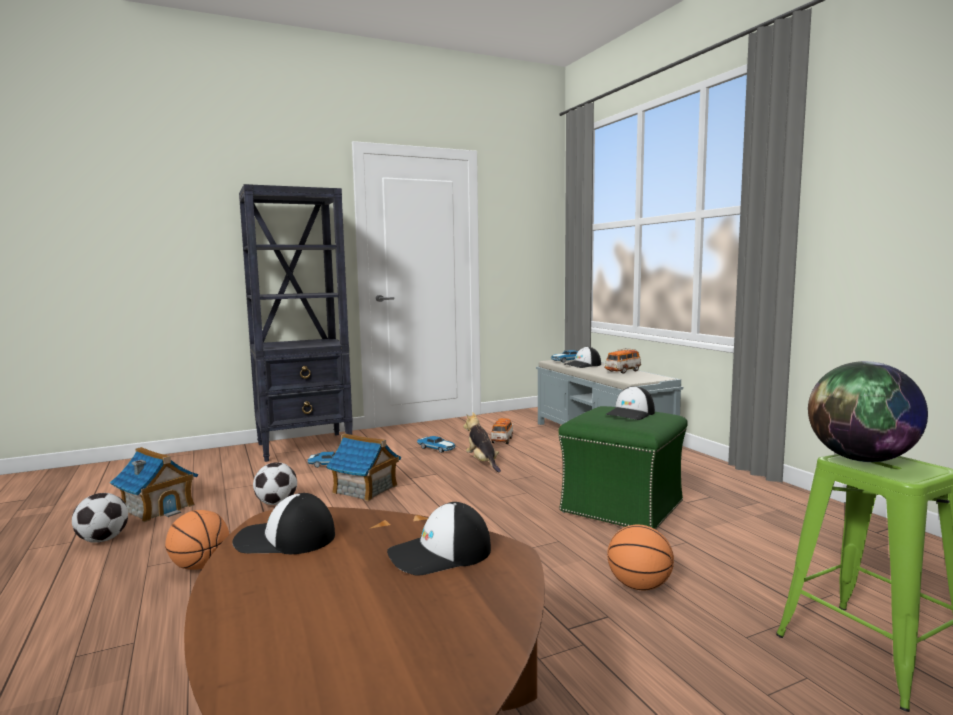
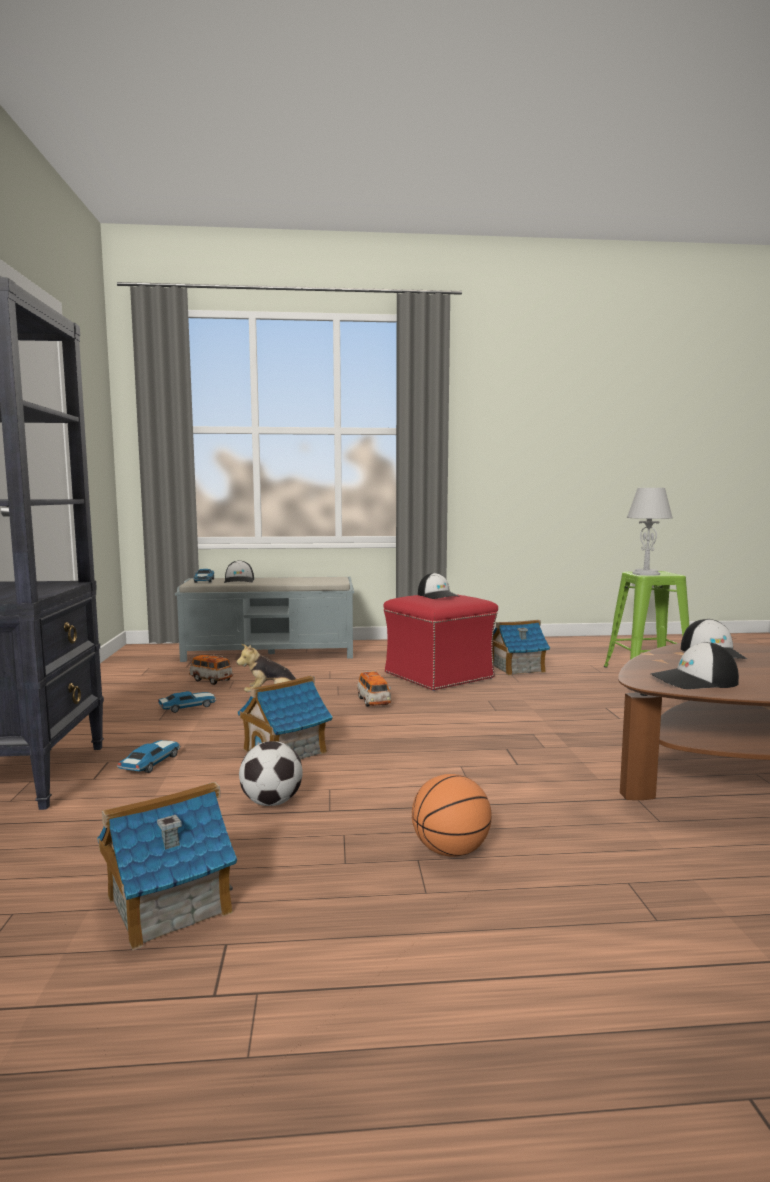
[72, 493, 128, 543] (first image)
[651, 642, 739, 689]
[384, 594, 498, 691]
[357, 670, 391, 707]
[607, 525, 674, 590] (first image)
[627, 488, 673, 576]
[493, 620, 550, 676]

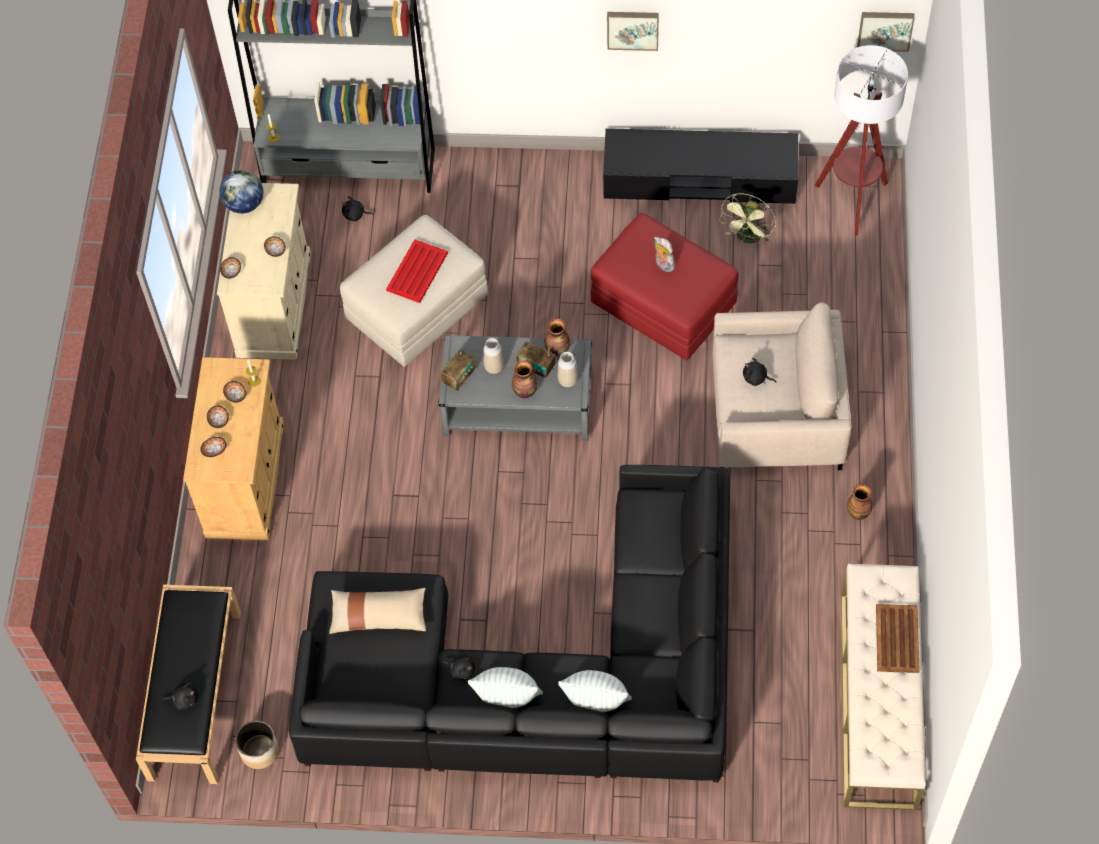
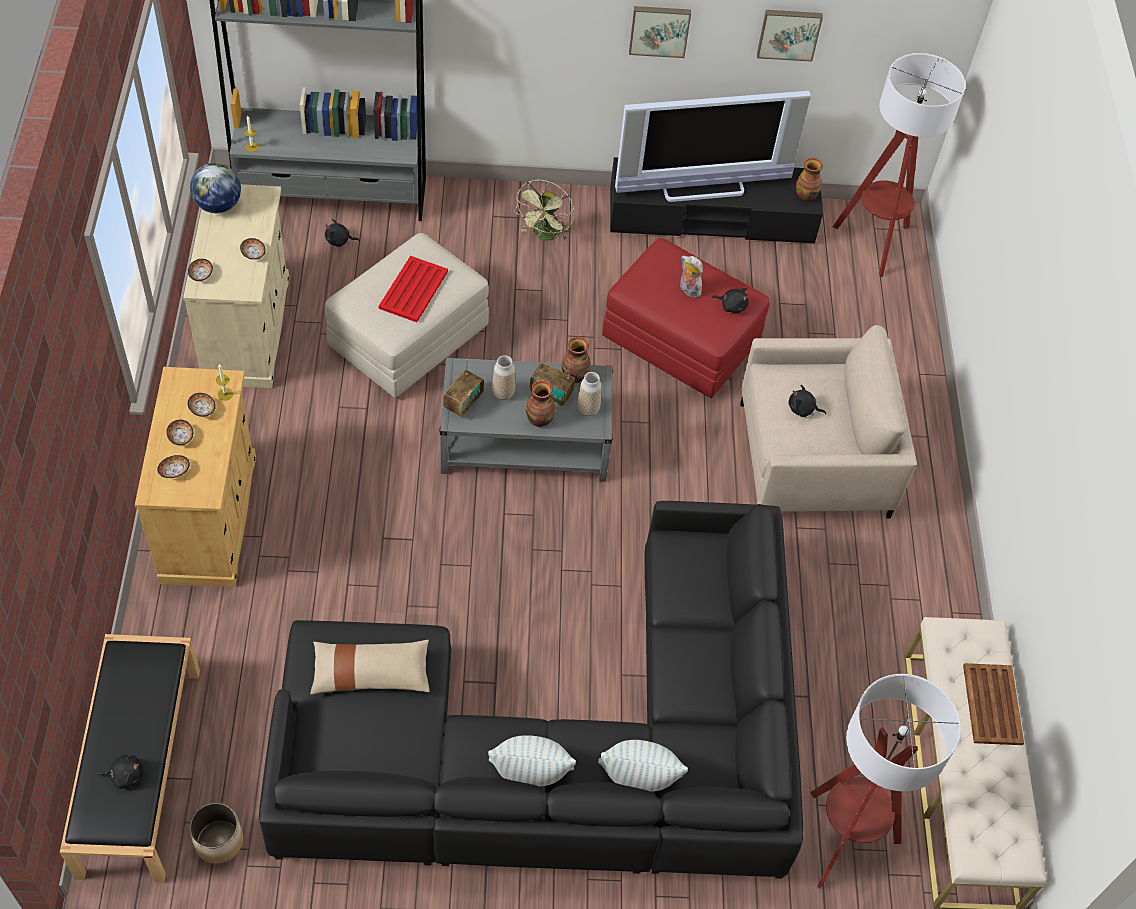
[712, 288, 749, 313]
[514, 180, 575, 241]
[796, 158, 823, 201]
[757, 10, 823, 62]
[615, 91, 811, 202]
[810, 674, 961, 888]

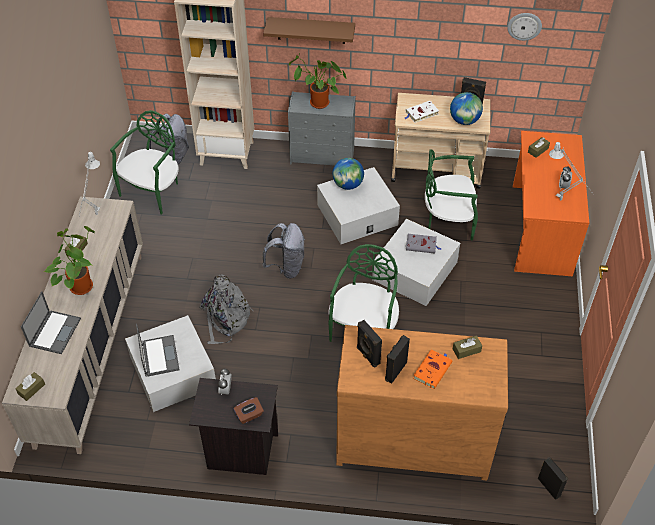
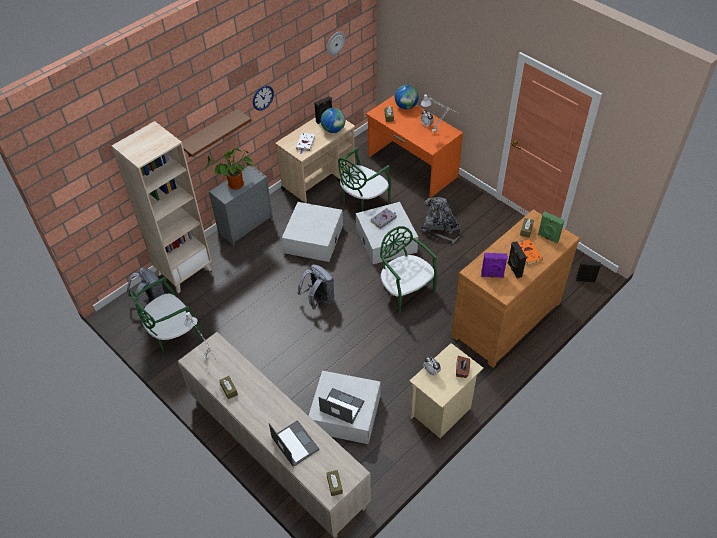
[44, 226, 95, 295] (first image)
[129, 277, 202, 353]
[409, 343, 484, 438]
[420, 197, 462, 243]
[395, 85, 419, 109]
[481, 253, 508, 278]
[253, 86, 274, 111]
[538, 212, 564, 243]

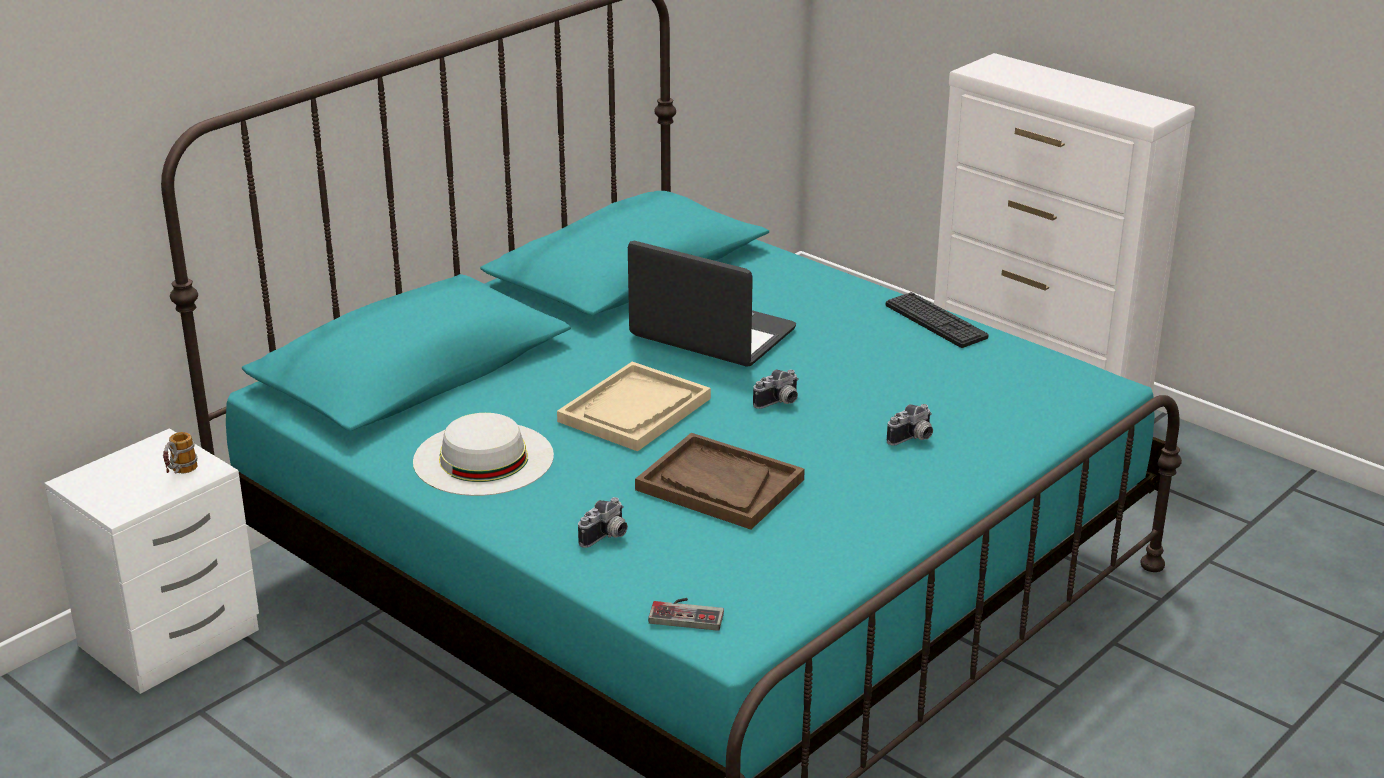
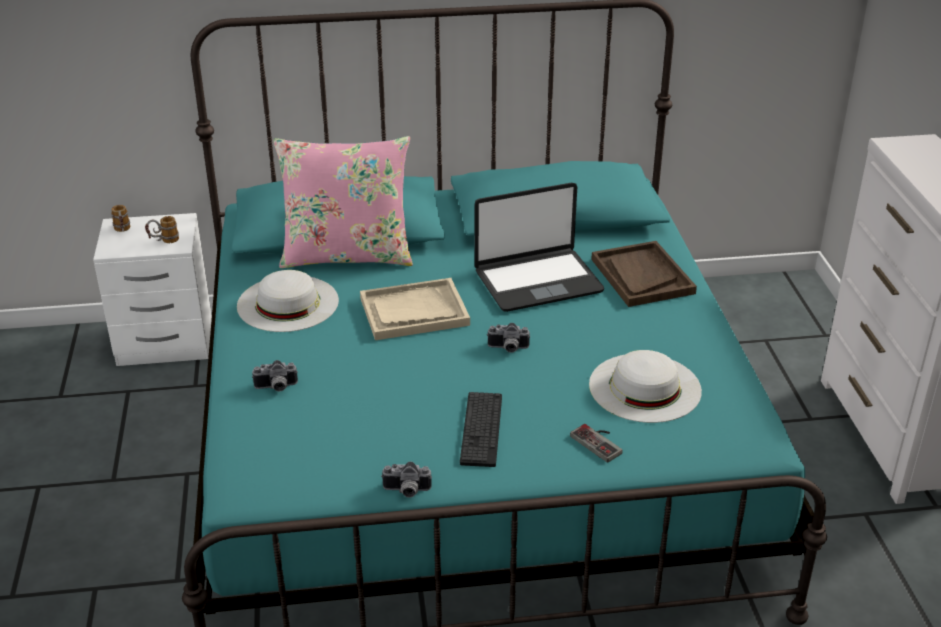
[475, 183, 604, 312]
[591, 241, 697, 307]
[570, 424, 623, 463]
[460, 392, 502, 467]
[381, 462, 432, 498]
[111, 205, 131, 232]
[274, 136, 413, 268]
[589, 350, 702, 423]

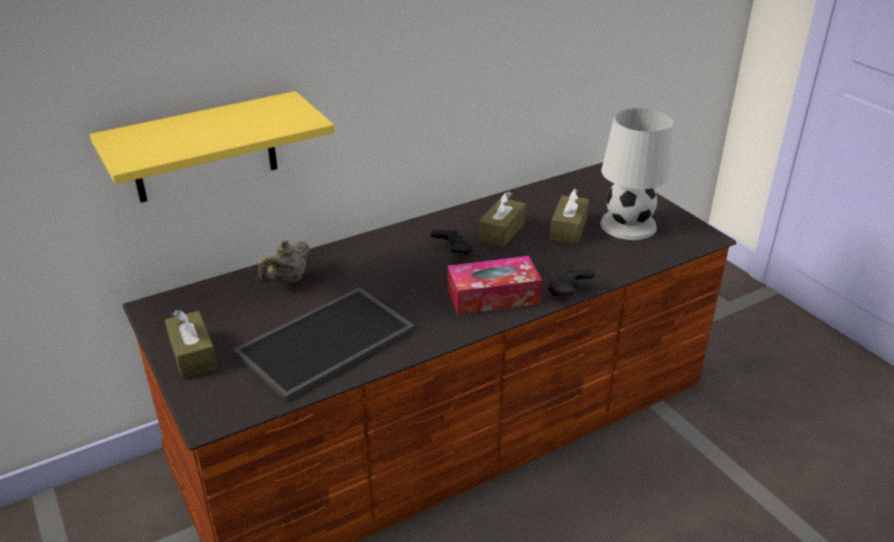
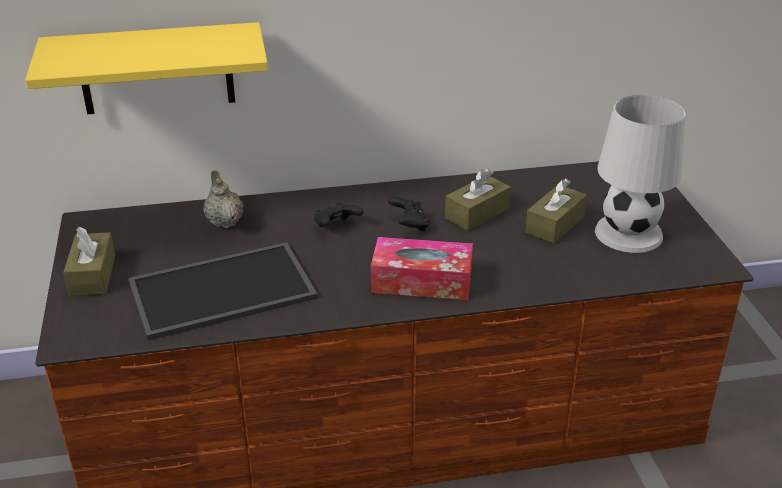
[203, 170, 244, 228]
[314, 202, 364, 227]

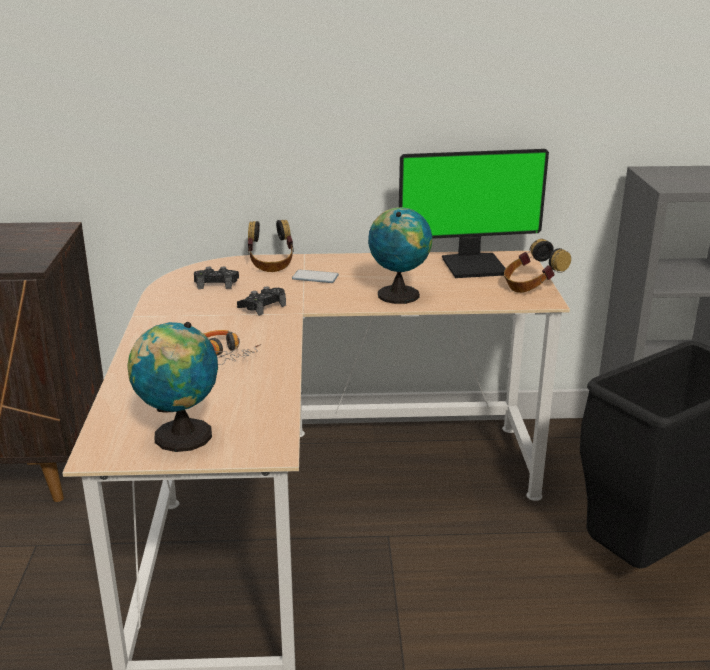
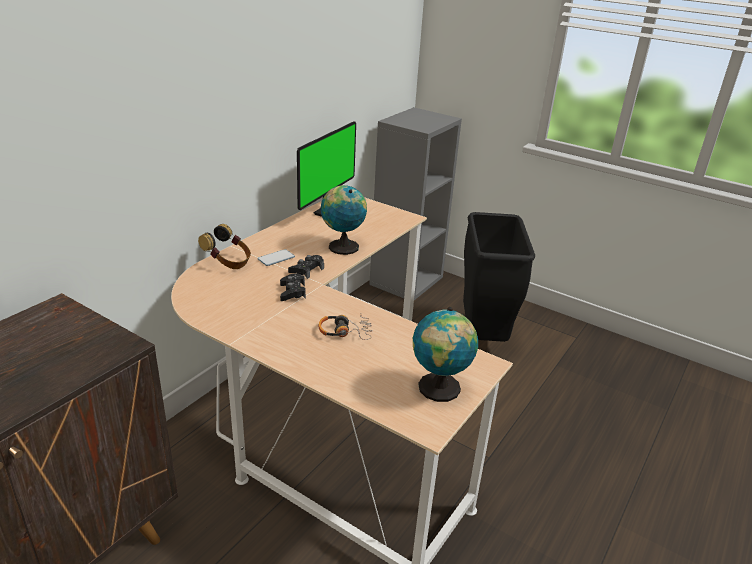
[288, 255, 324, 279]
[504, 239, 571, 293] (first image)

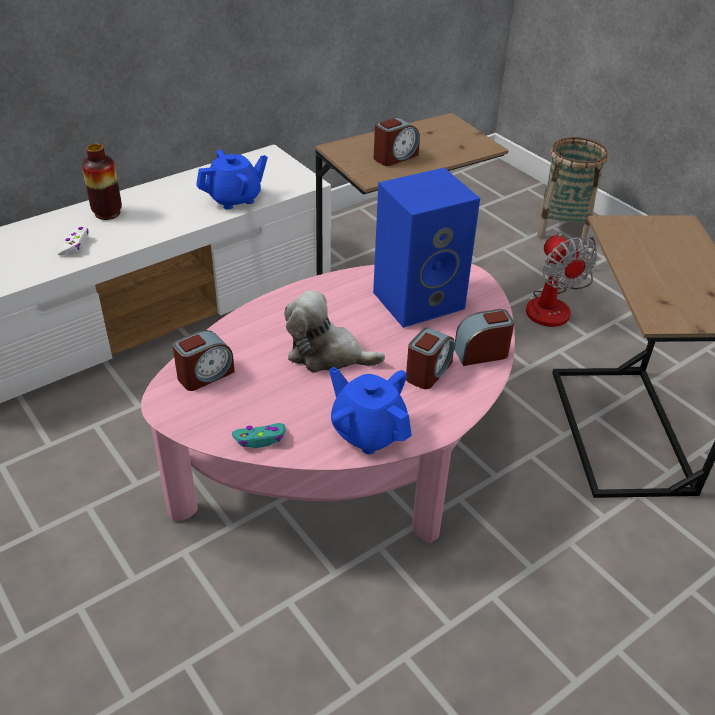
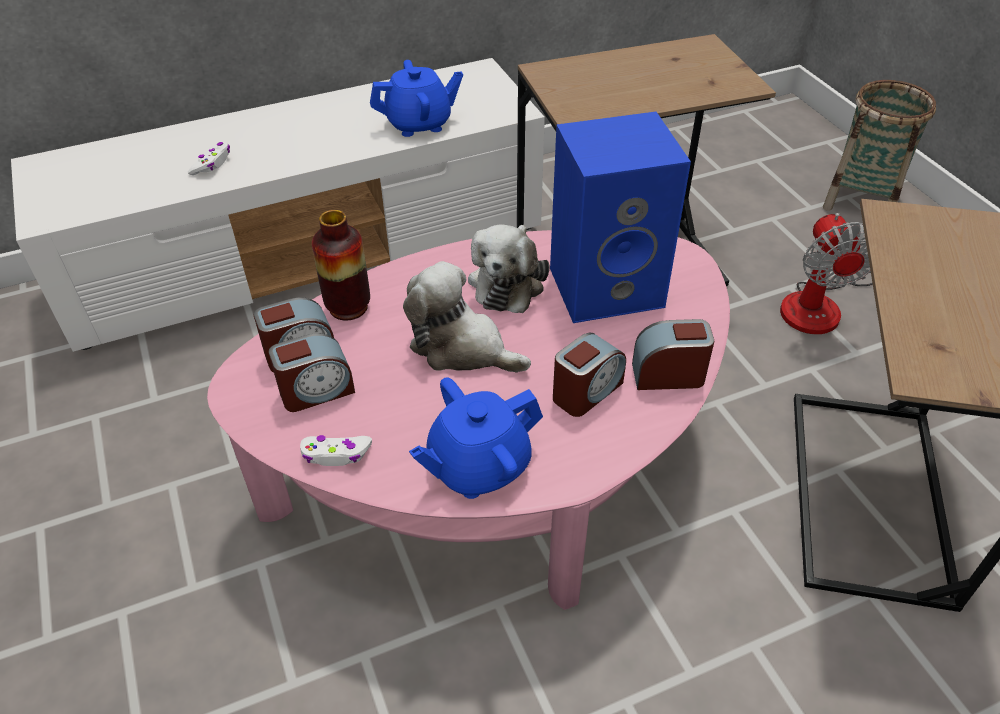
[312, 210, 370, 320]
[300, 435, 372, 466]
[409, 377, 543, 499]
[268, 333, 355, 412]
[468, 225, 550, 313]

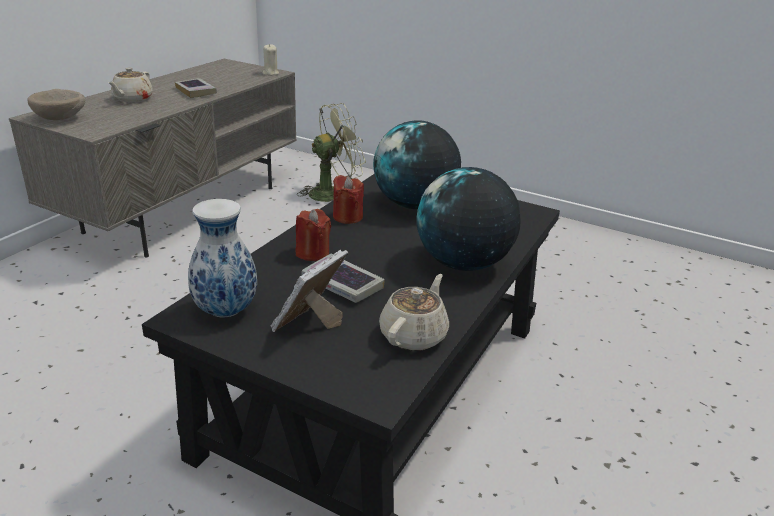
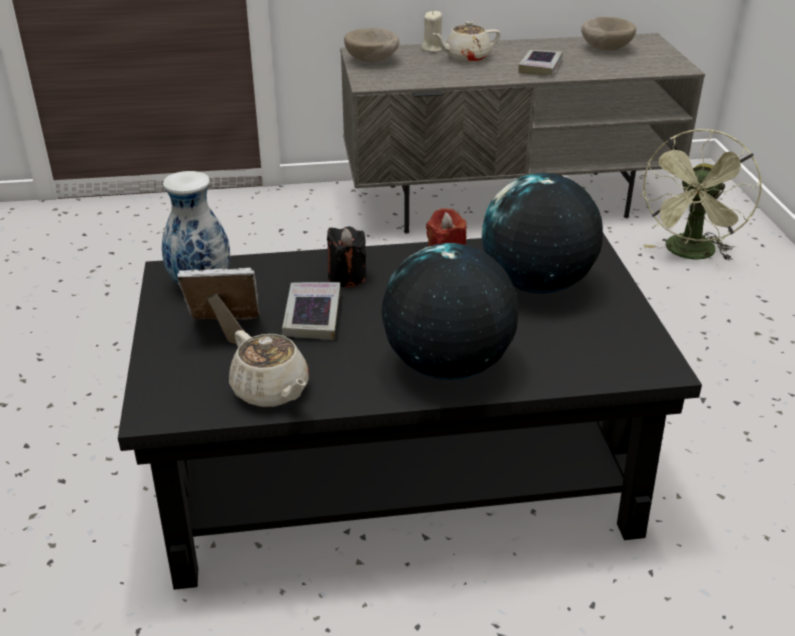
[421, 11, 442, 52]
[327, 226, 366, 287]
[640, 129, 762, 261]
[229, 330, 309, 407]
[581, 17, 636, 51]

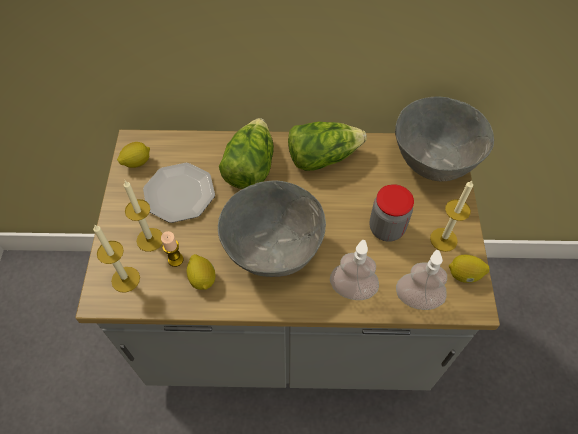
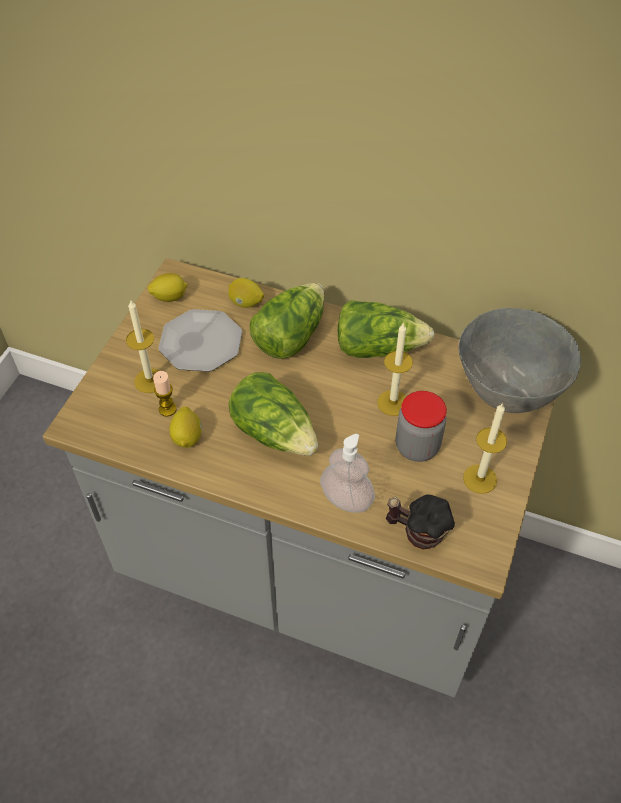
[377, 322, 413, 416]
[229, 372, 318, 456]
[386, 495, 455, 550]
[228, 278, 264, 308]

